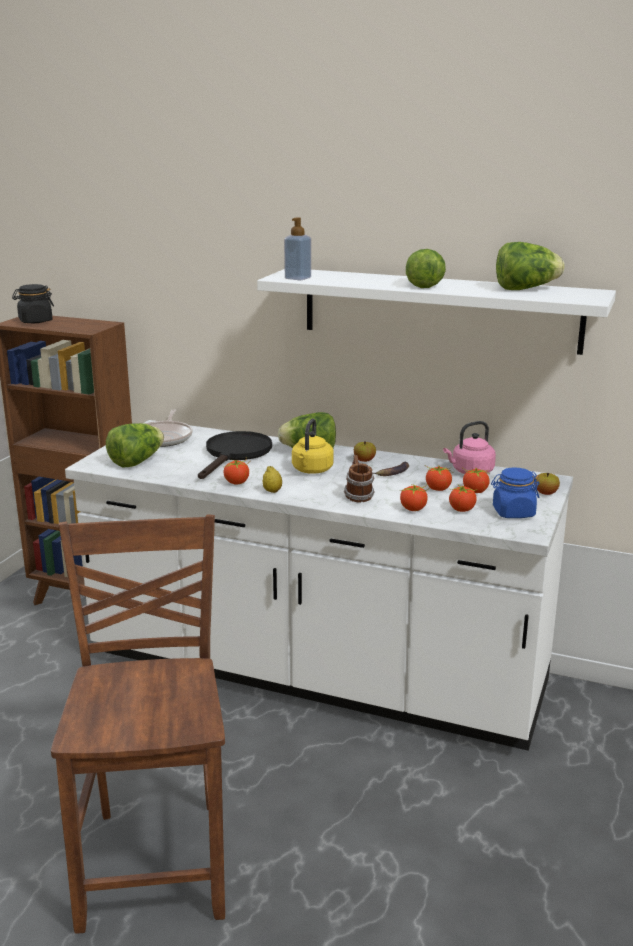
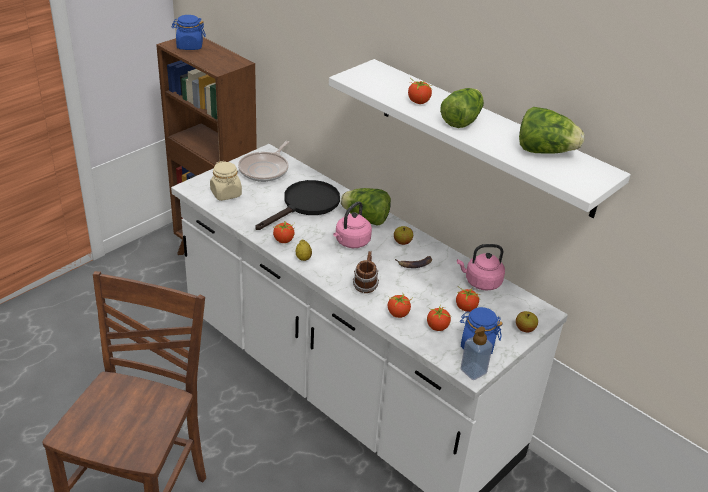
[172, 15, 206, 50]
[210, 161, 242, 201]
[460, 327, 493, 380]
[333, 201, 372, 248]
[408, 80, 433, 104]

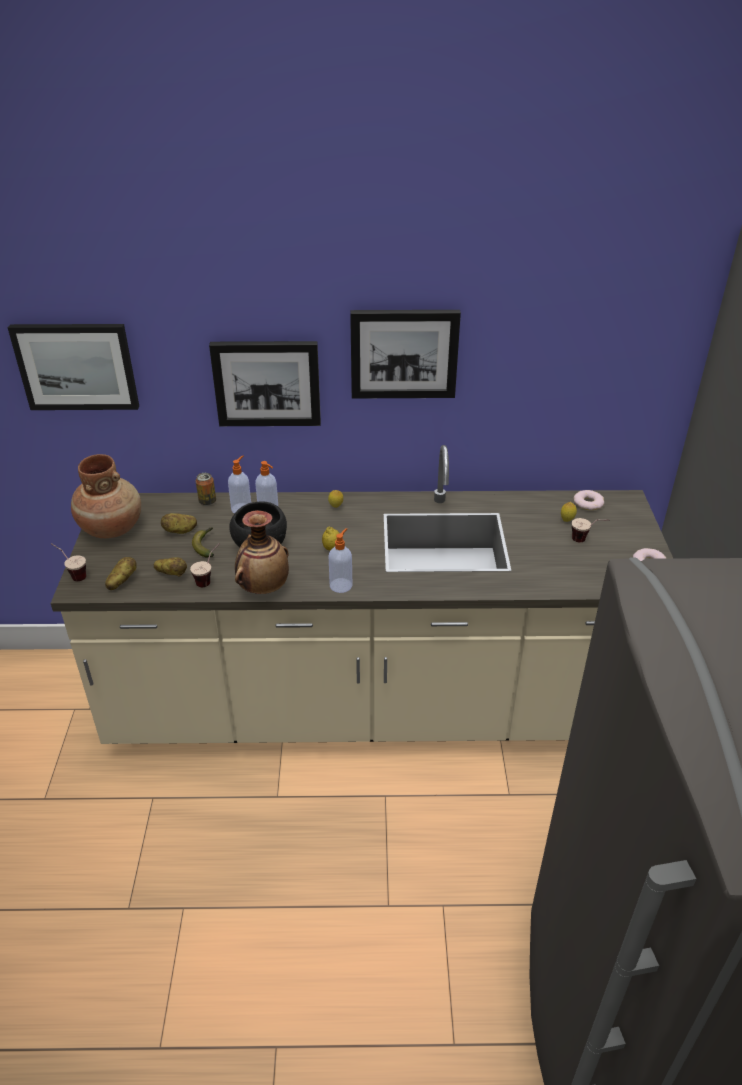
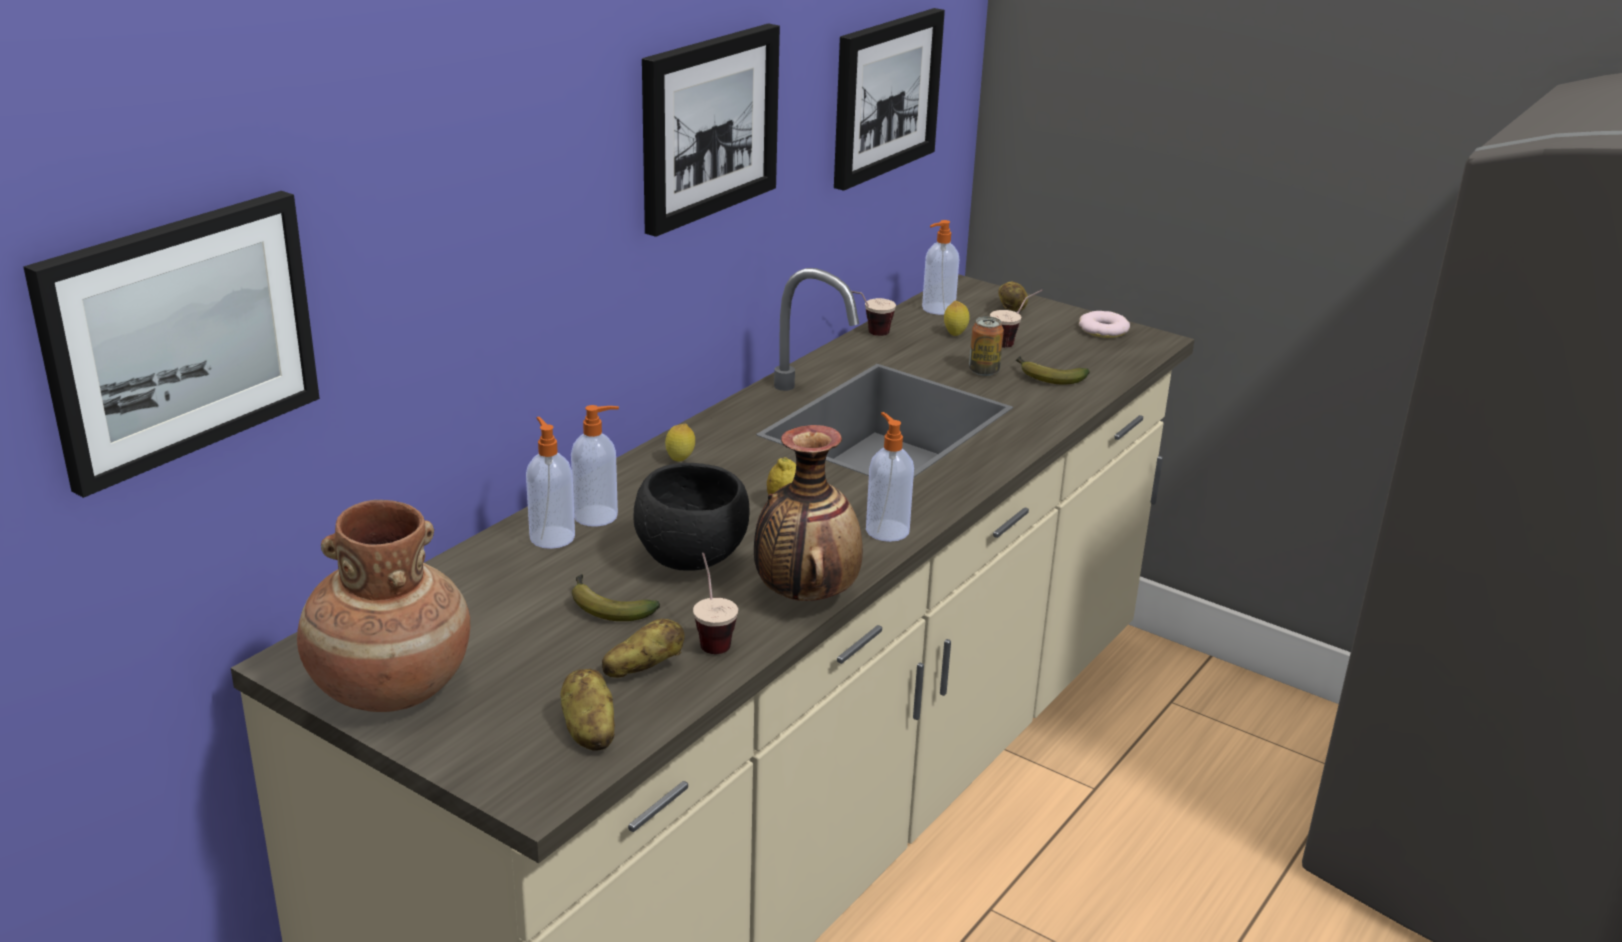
[851, 291, 896, 336]
[998, 282, 1028, 311]
[969, 316, 1004, 376]
[834, 8, 945, 191]
[922, 220, 959, 315]
[1016, 356, 1090, 385]

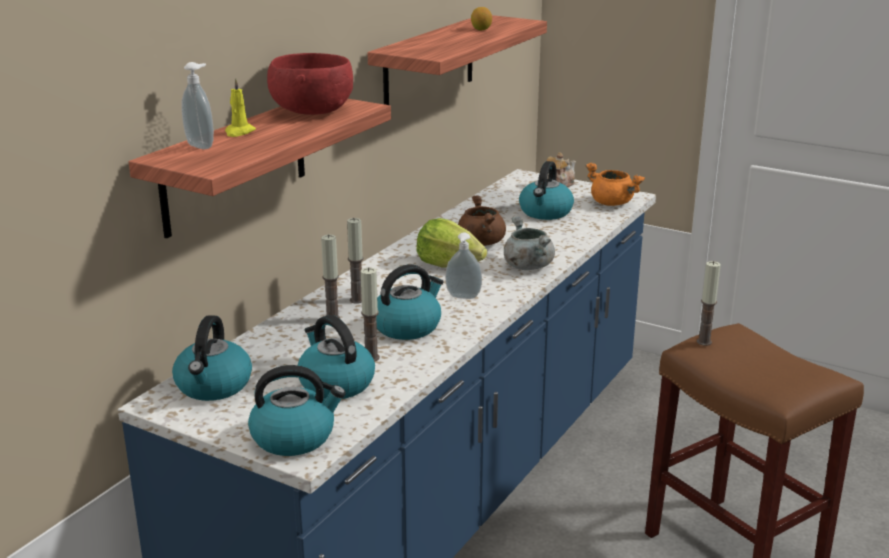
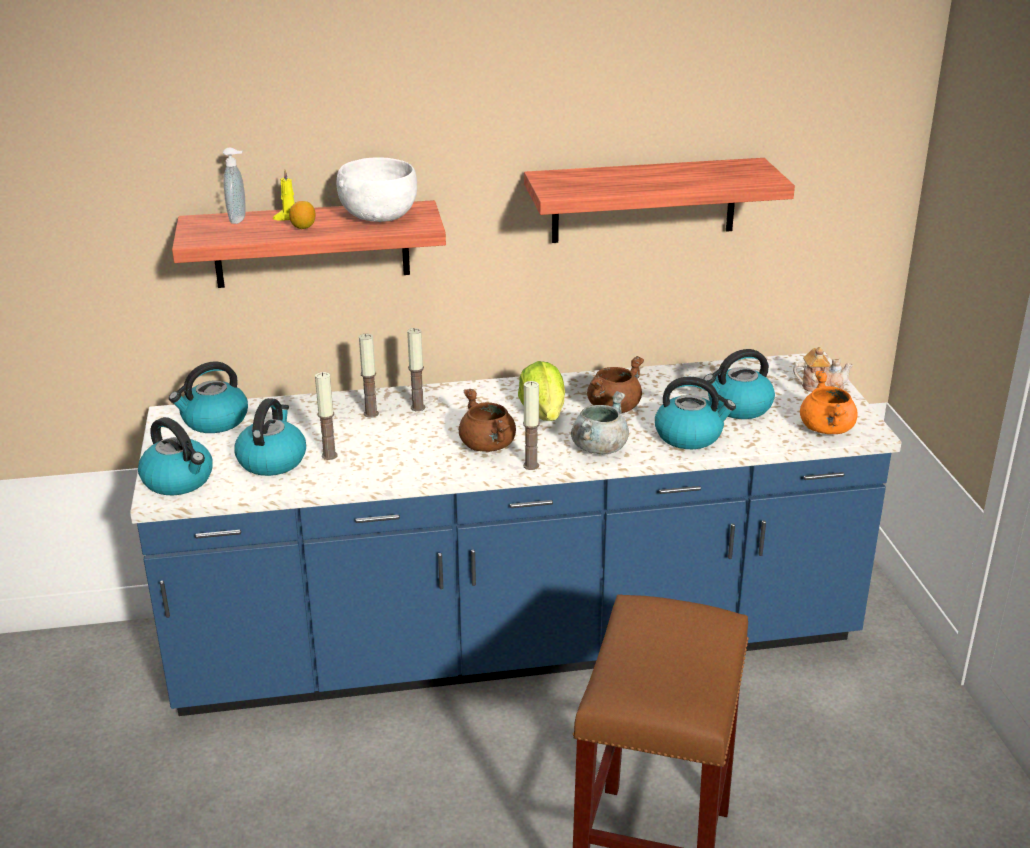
[337, 157, 417, 222]
[655, 377, 736, 449]
[459, 389, 516, 452]
[289, 201, 315, 229]
[523, 381, 540, 470]

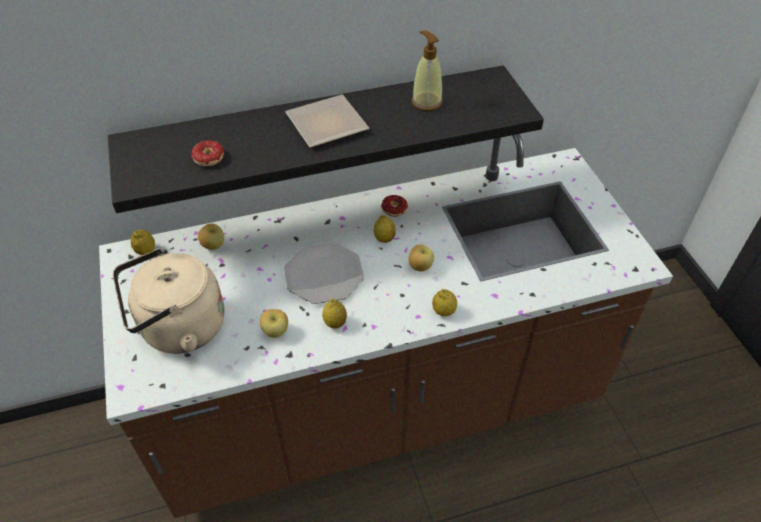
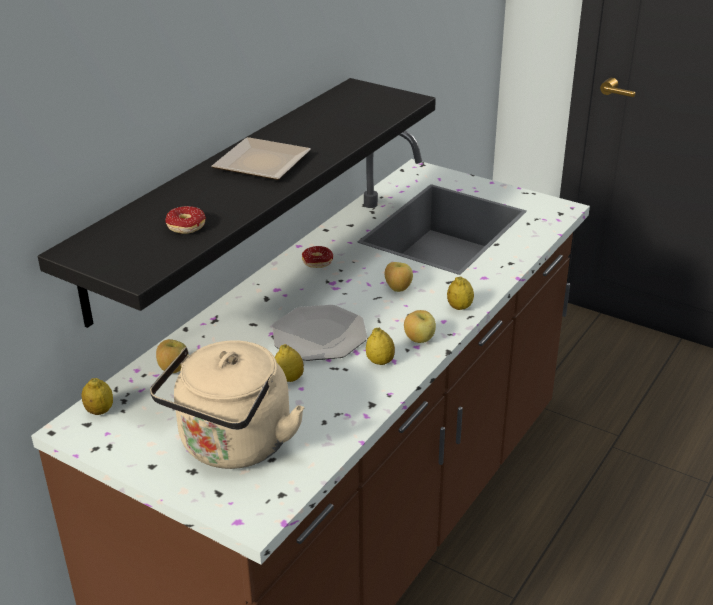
[404, 310, 436, 343]
[275, 344, 304, 382]
[412, 31, 443, 111] (first image)

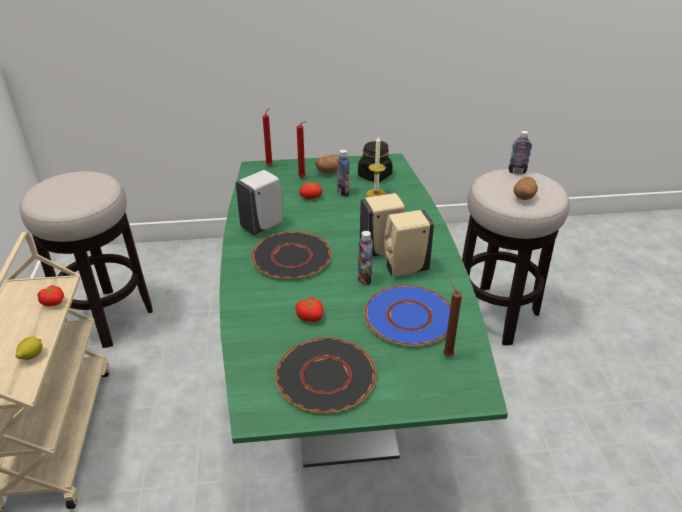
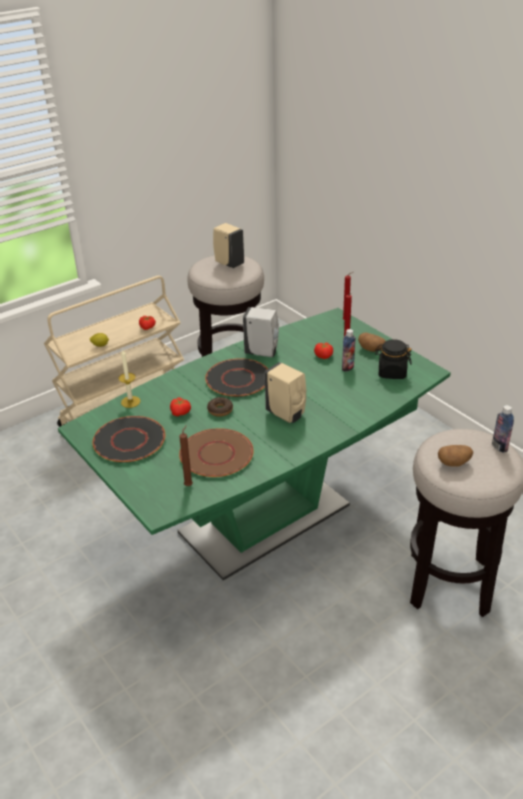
[358, 231, 373, 285] (first image)
[179, 428, 254, 477]
[119, 350, 141, 408]
[213, 223, 244, 268]
[207, 397, 233, 417]

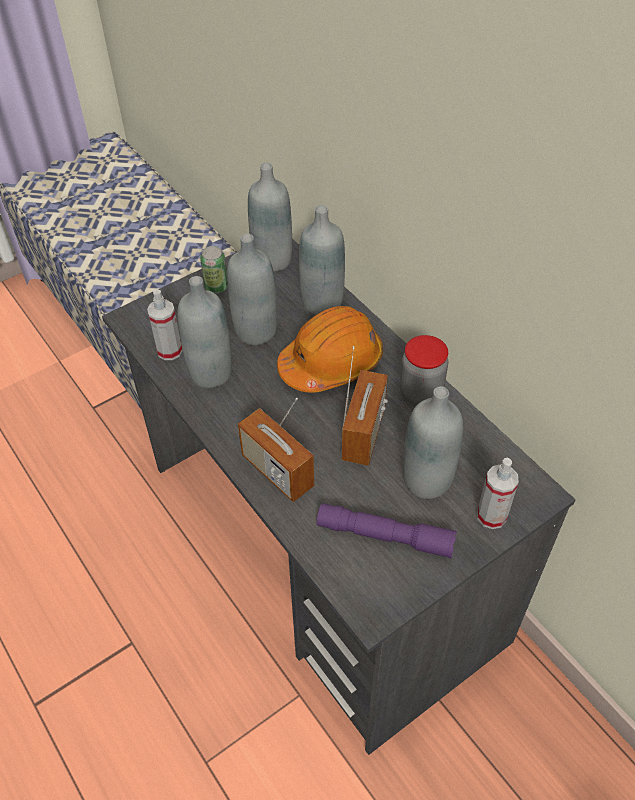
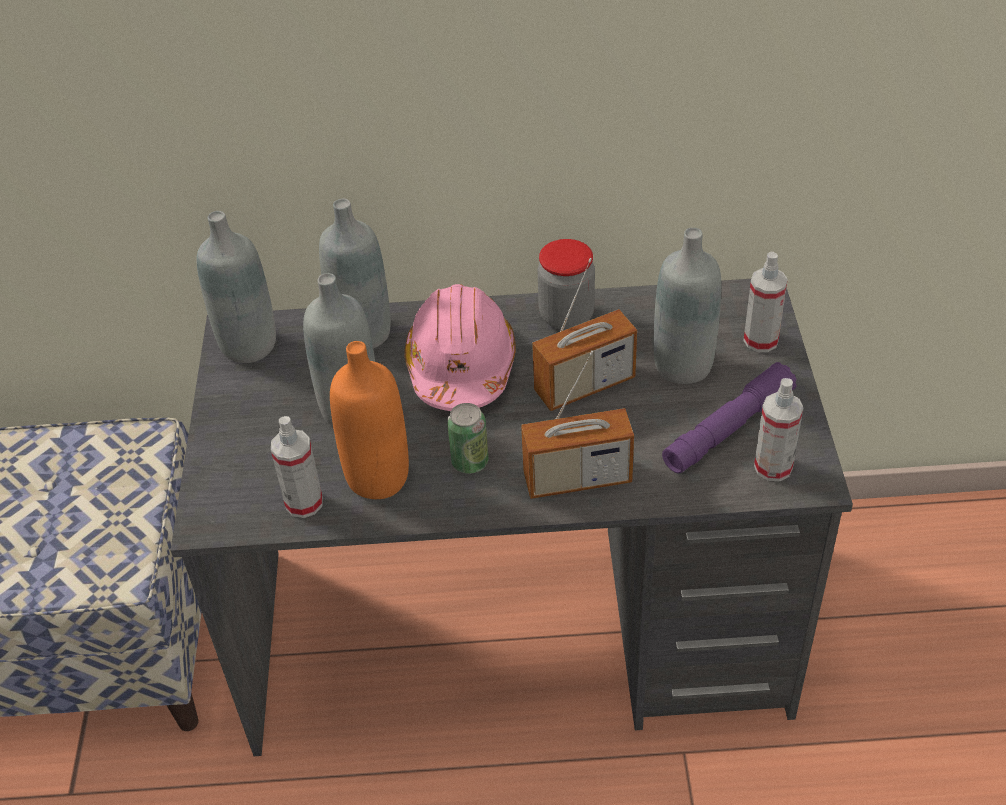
[330, 341, 409, 499]
[447, 403, 488, 474]
[405, 284, 516, 411]
[532, 258, 637, 411]
[754, 378, 803, 481]

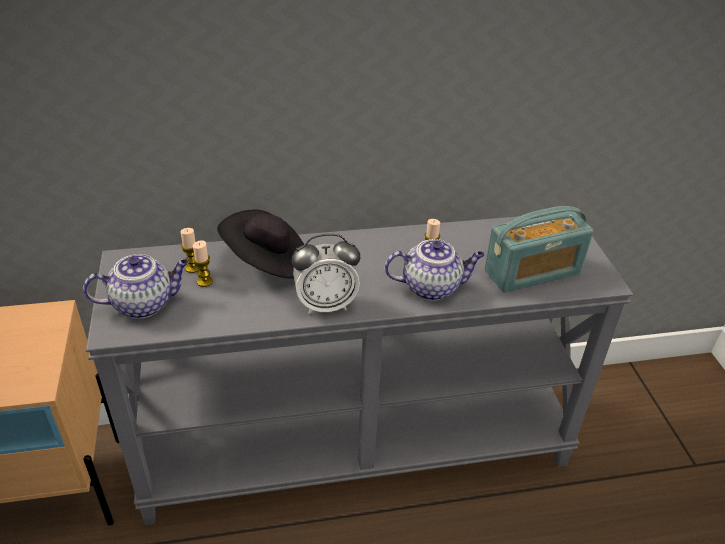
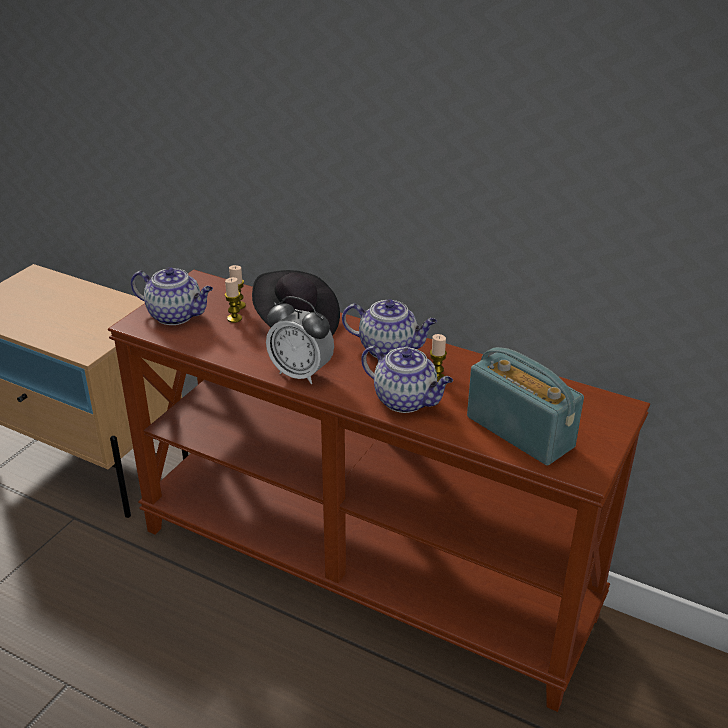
[108, 270, 650, 712]
[467, 347, 584, 465]
[342, 299, 437, 358]

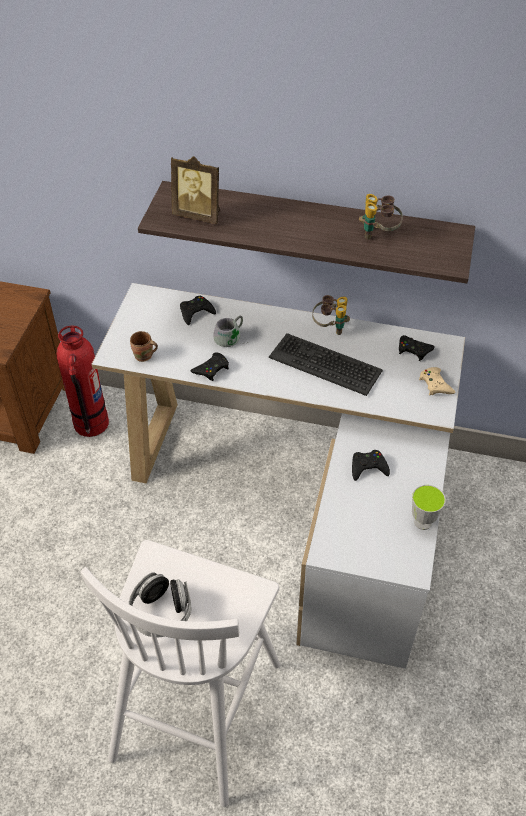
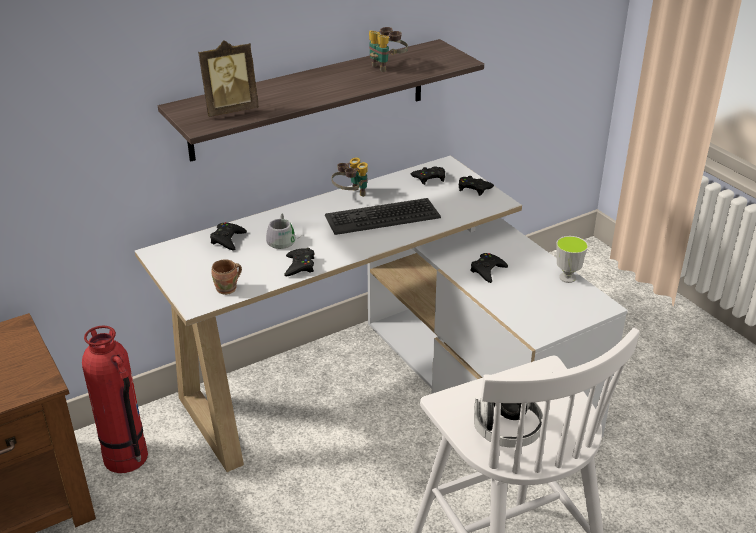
[459, 176, 494, 196]

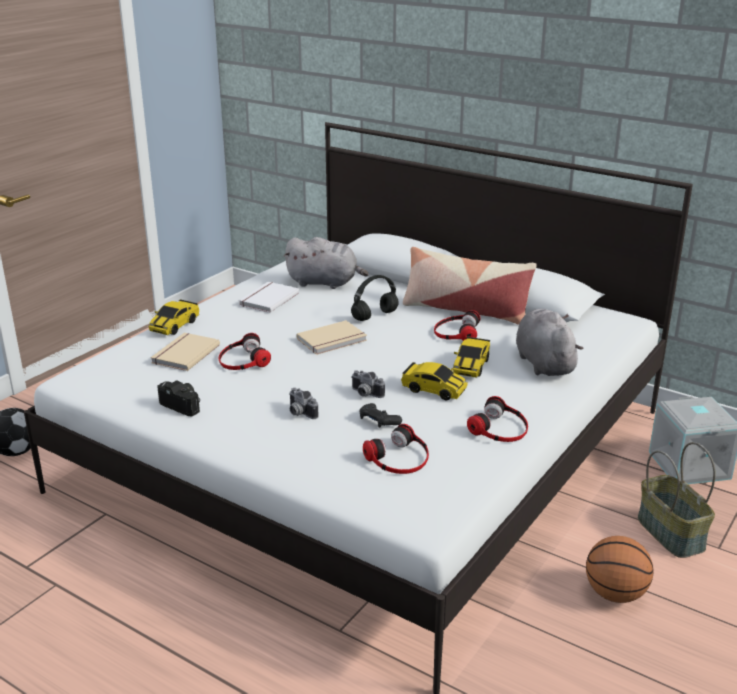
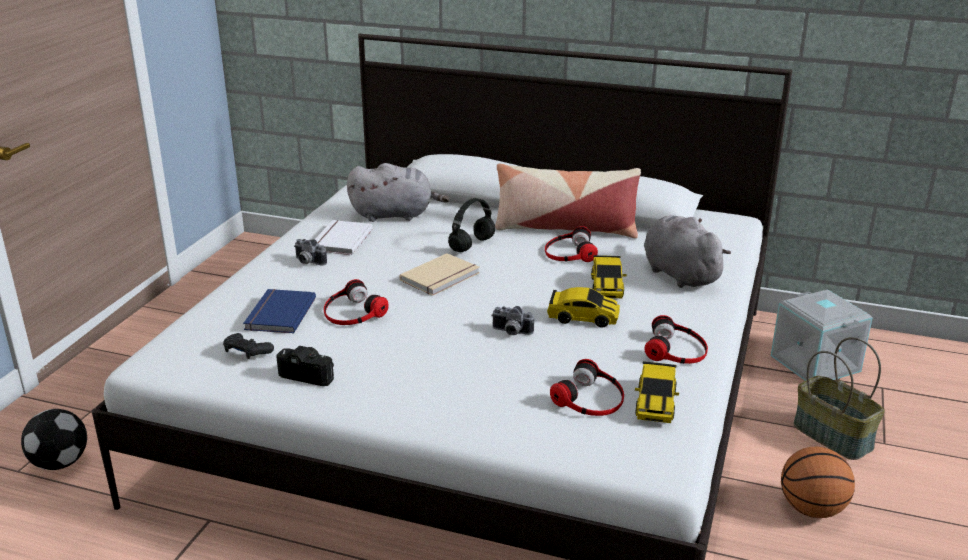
[635, 361, 679, 423]
[243, 289, 316, 334]
[294, 239, 327, 266]
[223, 333, 274, 359]

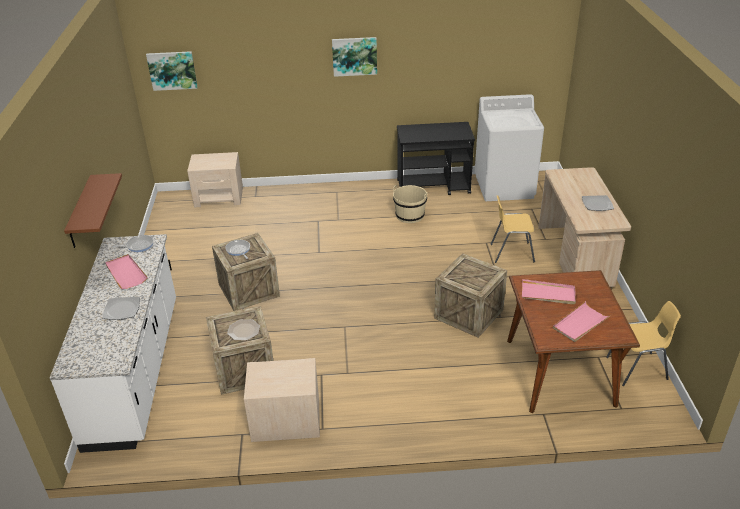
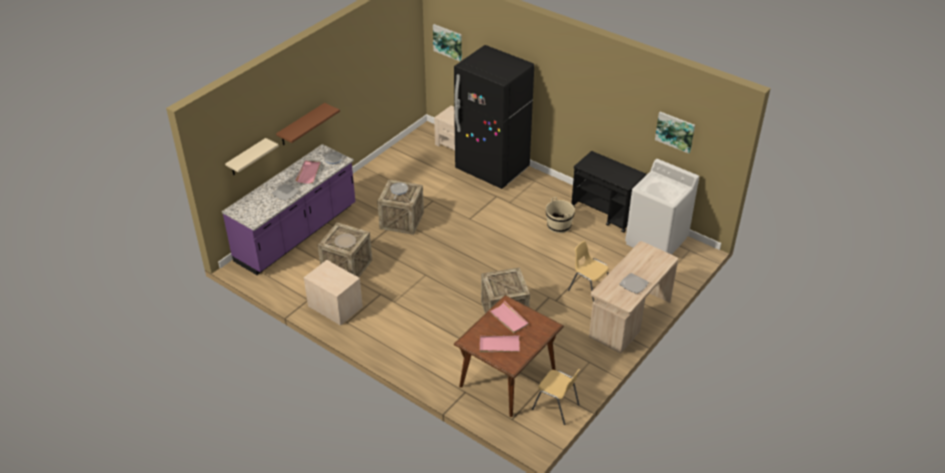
[222, 144, 356, 275]
[655, 112, 695, 153]
[225, 138, 279, 175]
[454, 45, 534, 189]

